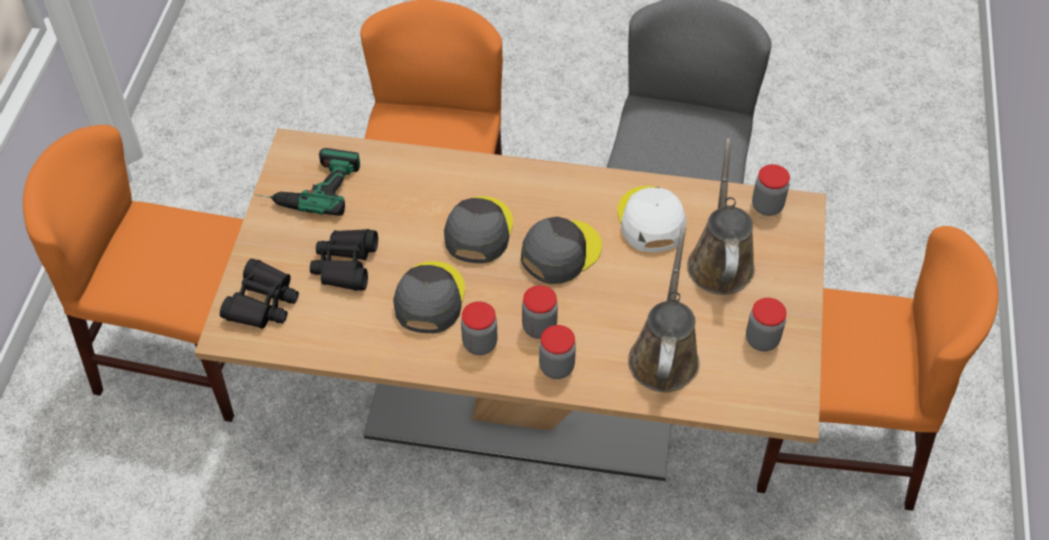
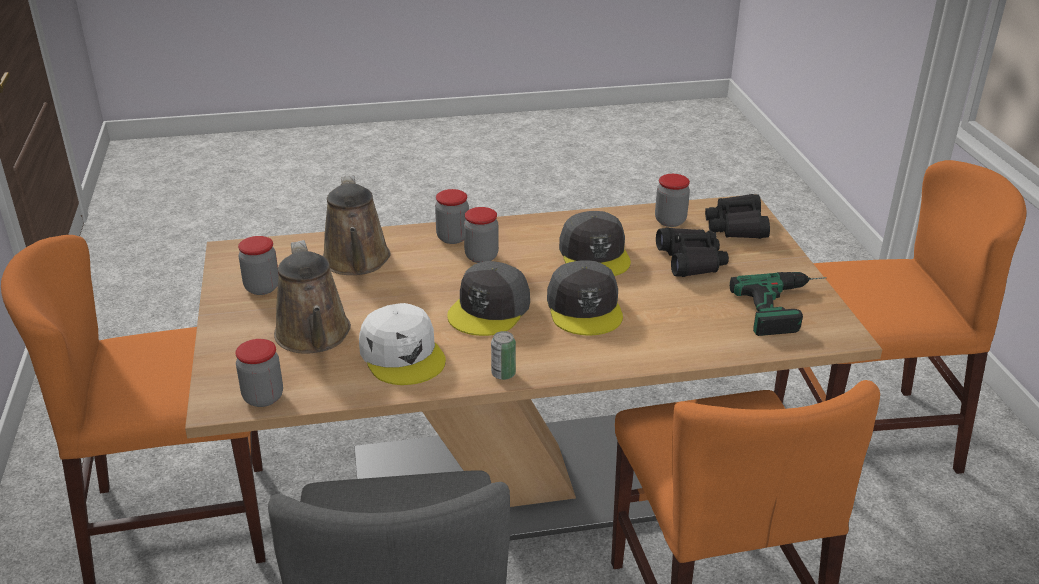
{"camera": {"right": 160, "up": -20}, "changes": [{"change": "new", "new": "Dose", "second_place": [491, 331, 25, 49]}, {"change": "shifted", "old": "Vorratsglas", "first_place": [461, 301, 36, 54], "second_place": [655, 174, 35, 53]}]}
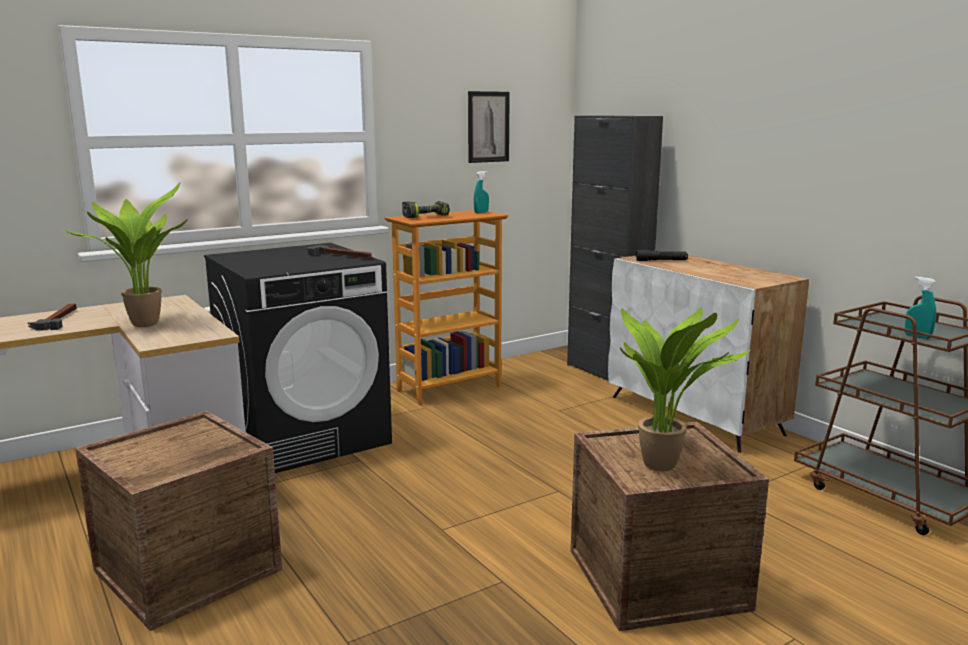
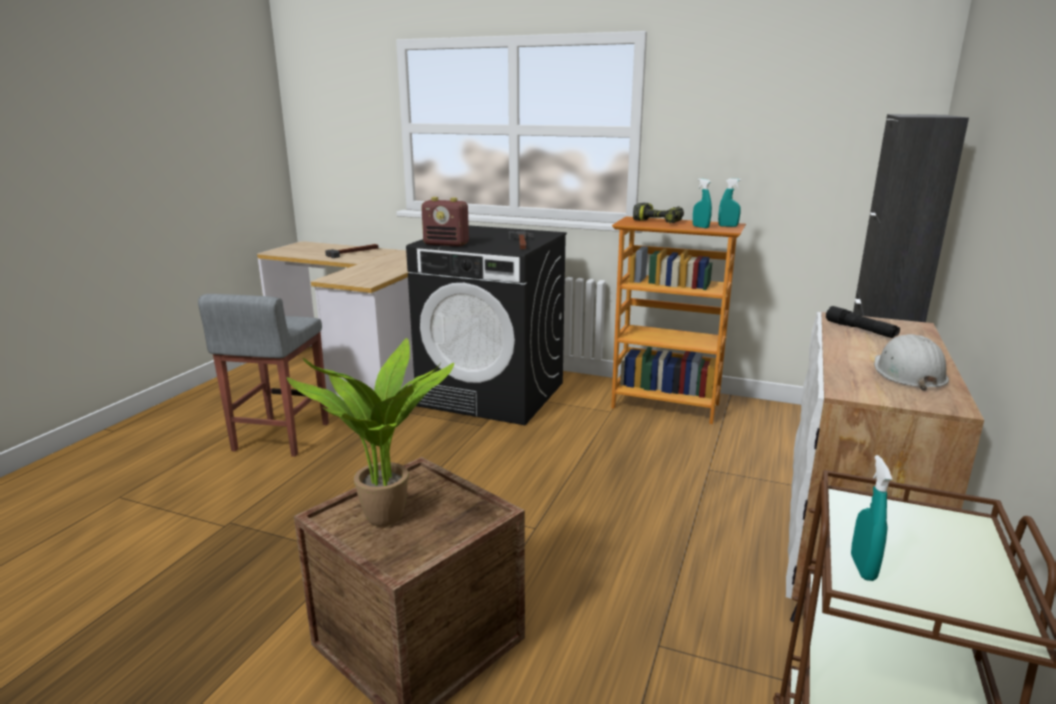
{"camera": {"right": 55, "up": 5}, "changes": [{"change": "gone", "old": "Topfpflanze", "first_place": [63, 182, 125, 145]}, {"change": "gone", "old": "Bild", "first_place": [468, 91, 42, 72]}, {"change": "new", "new": "Radio", "second_place": [421, 197, 48, 50]}, {"change": "new", "new": "Sprühflasche (türkis)", "second_place": [693, 179, 19, 49]}, {"change": "new", "new": "Schutzhelm (weiß)", "second_place": [874, 334, 75, 57]}, {"change": "swapped", "old": "Kiste", "new": "Hocker (grau)", "first_place": [75, 411, 207, 220], "second_place": [198, 294, 131, 163]}]}
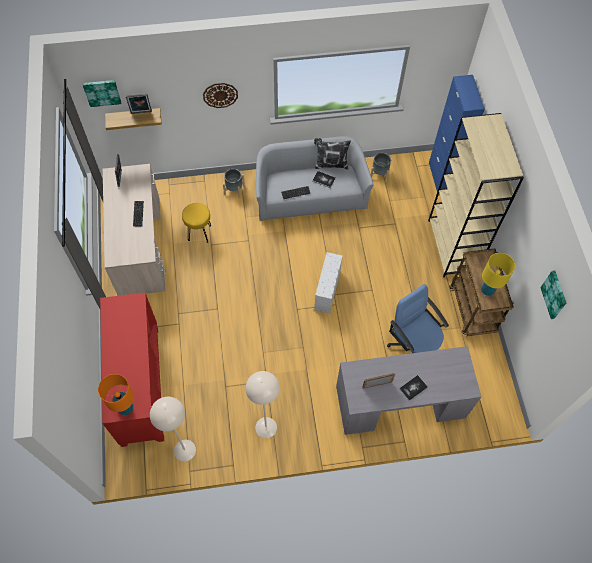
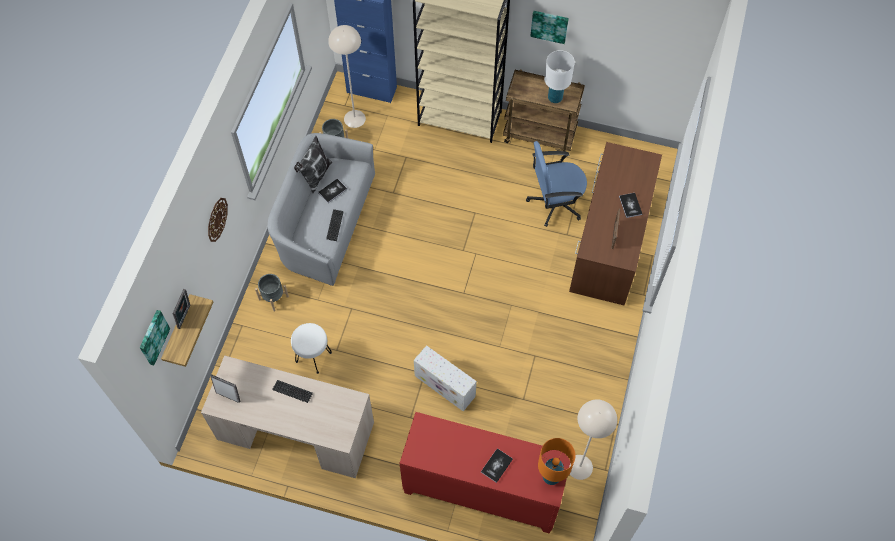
{"camera": {"right": -65, "up": 0}, "changes": [{"change": "new", "new": "Buch", "second_place": [481, 448, 32, 35]}, {"change": "shifted", "old": "Stehlampe (beige)", "first_place": [245, 371, 35, 67], "second_place": [328, 25, 38, 103]}, {"change": "shifted", "old": "Aufbewahrungsbox (weiß)", "first_place": [314, 252, 29, 62], "second_place": [414, 345, 63, 66]}, {"change": "shifted", "old": "Bild", "first_place": [540, 271, 26, 48], "second_place": [530, 11, 39, 33]}, {"change": "repainted", "old": "Hocker (gelb)", "new": "Hocker (weiß)", "first_place": [182, 203, 29, 40], "second_place": [291, 323, 41, 51]}, {"change": "repainted", "old": "Schreibtisch (grau)", "new": "Schreibtisch (braun)", "first_place": [336, 346, 145, 89], "second_place": [569, 142, 93, 163]}, {"change": "repainted", "old": "Tischlampe (gelb)", "new": "Tischlampe (weiß)", "first_place": [481, 253, 34, 43], "second_place": [544, 50, 31, 53]}]}
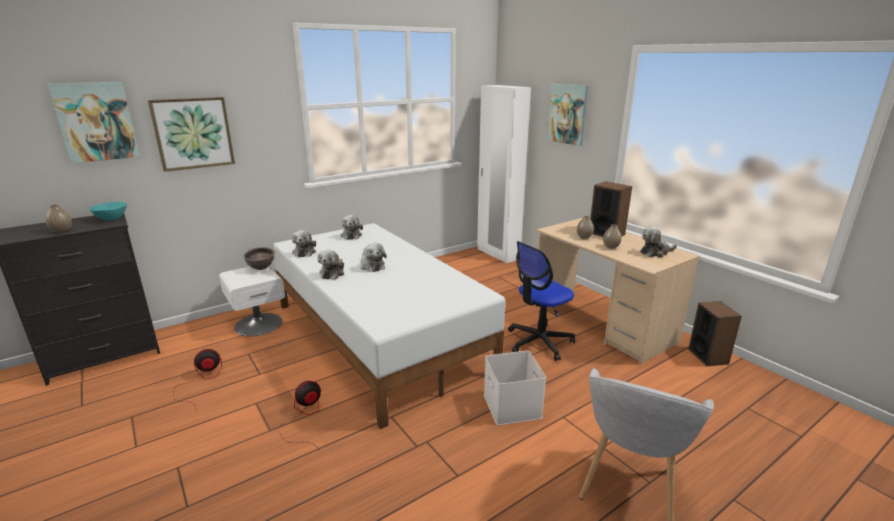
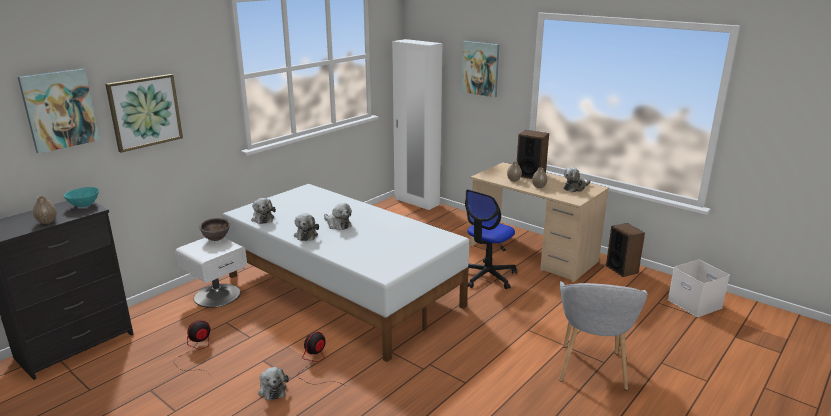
{"camera": {"right": -15, "up": 0}, "changes": [{"change": "shifted", "old": "Plüschtier", "first_place": [340, 215, 23, 25], "second_place": [258, 367, 31, 34]}, {"change": "shifted", "old": "Aufbewahrungsbox (weiß)", "first_place": [484, 351, 62, 74], "second_place": [668, 260, 62, 57]}]}
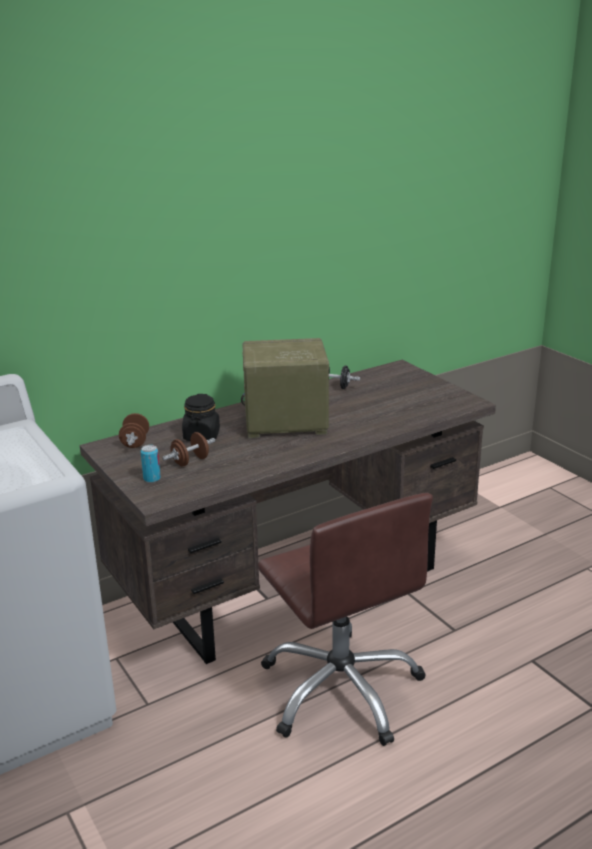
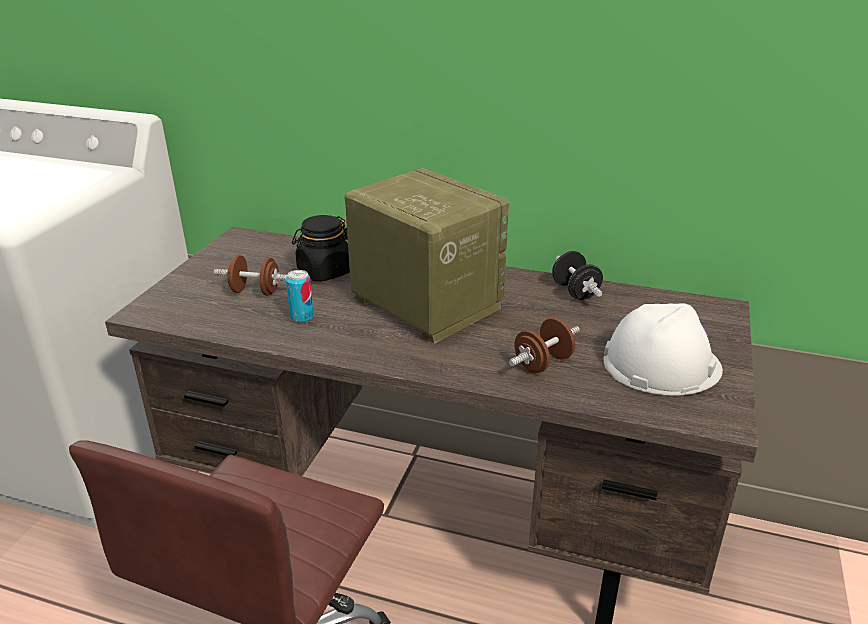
{"camera": {"right": 50, "up": 5}, "changes": [{"change": "new", "new": "Schutzhelm (weiß)", "second_place": [604, 304, 119, 92]}, {"change": "shifted", "old": "Hantel (braun)", "first_place": [119, 413, 30, 35], "second_place": [509, 318, 71, 55]}, {"change": "shifted", "old": "Dose", "first_place": [141, 445, 20, 38], "second_place": [286, 270, 28, 52]}]}
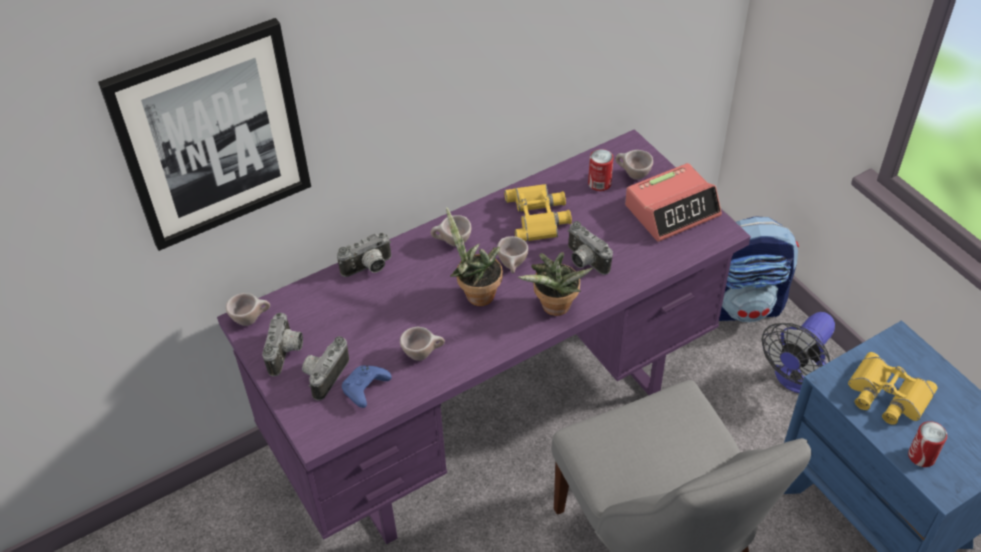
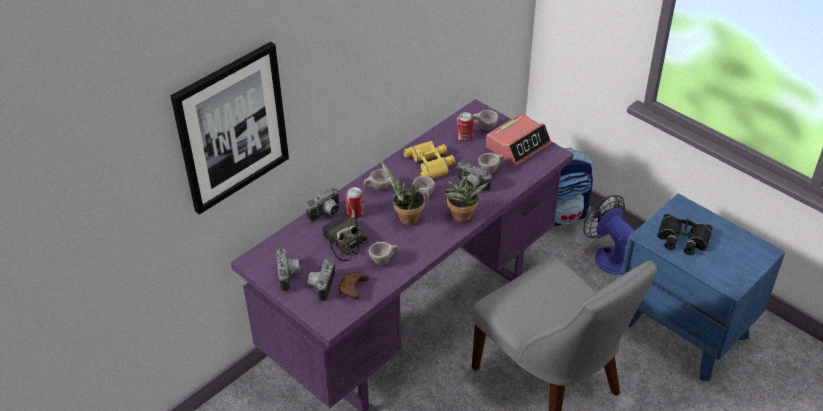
{"camera": {"right": -15, "up": -5}, "changes": [{"change": "new", "new": "Radio", "second_place": [322, 214, 46, 48]}, {"change": "shifted", "old": "Tasse (beige)", "first_place": [226, 293, 44, 33], "second_place": [478, 153, 26, 21]}, {"change": "shifted", "old": "Dose", "first_place": [908, 421, 39, 46], "second_place": [345, 187, 19, 31]}, {"change": "repainted", "old": "Gamepad (blau)", "new": "Gamepad (braun)", "first_place": [342, 366, 50, 42], "second_place": [338, 273, 31, 27]}, {"change": "repainted", "old": "Fernglas (gelb)", "new": "Fernglas (schwarz)", "first_place": [848, 352, 89, 73], "second_place": [657, 214, 55, 41]}, {"change": "rotated", "old": "Ventilator", "first_place": [762, 312, 73, 81], "second_place": [584, 195, 51, 80], "degrees": 120}]}
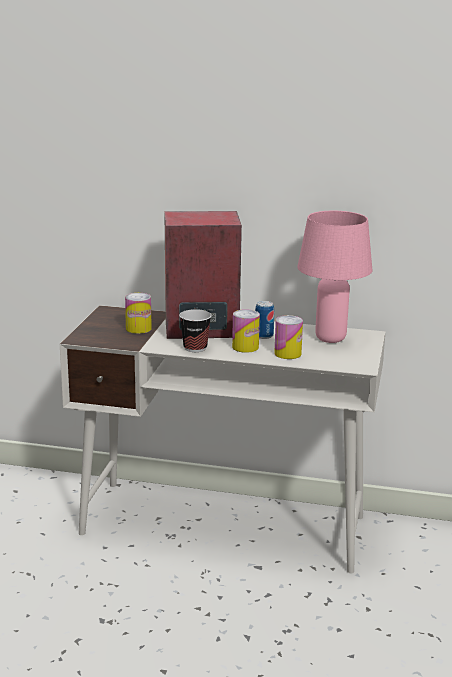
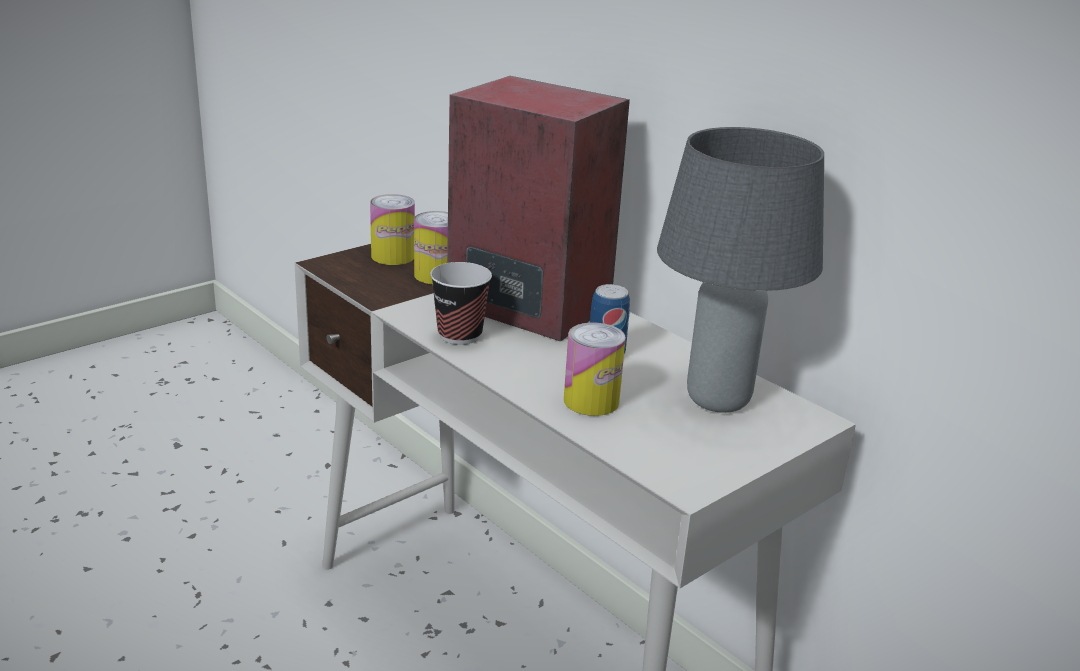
{"camera": {"right": 35, "up": 5}, "changes": [{"change": "shifted", "old": "Dose", "first_place": [232, 309, 28, 44], "second_place": [370, 194, 45, 71]}, {"change": "repainted", "old": "Tischlampe (rosa)", "new": "Tischlampe (grau)", "first_place": [297, 211, 76, 132], "second_place": [657, 127, 167, 286]}]}
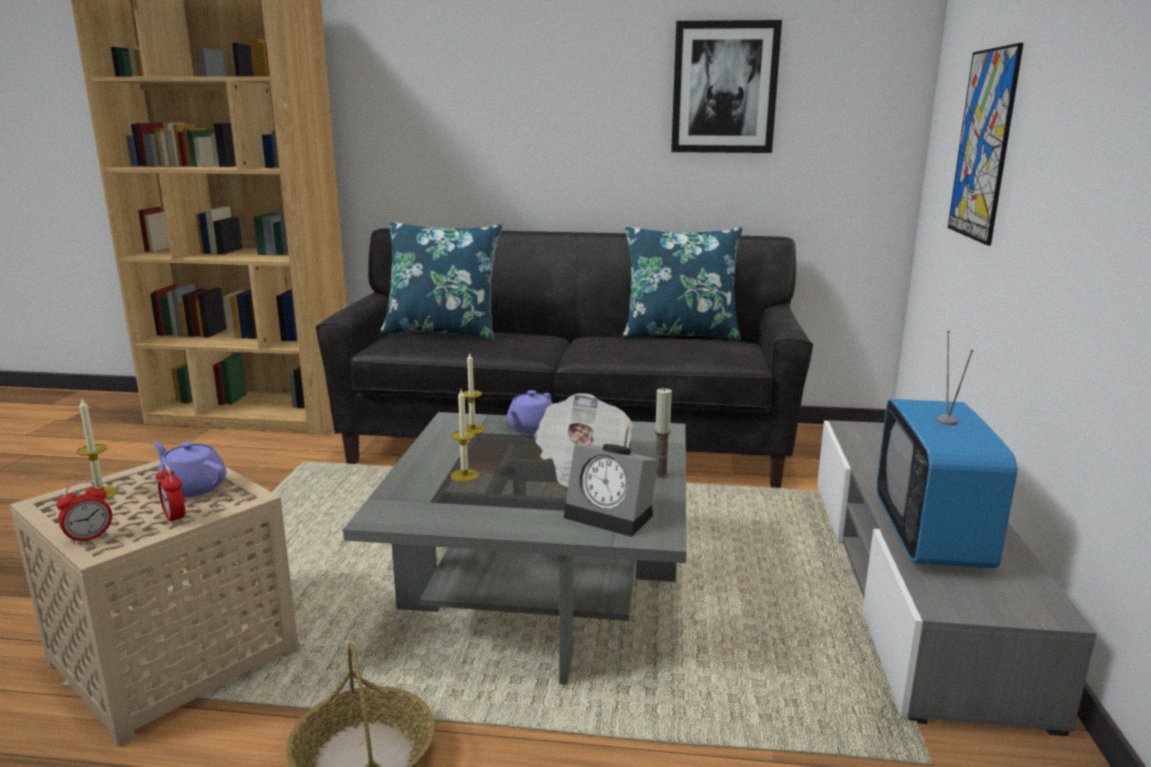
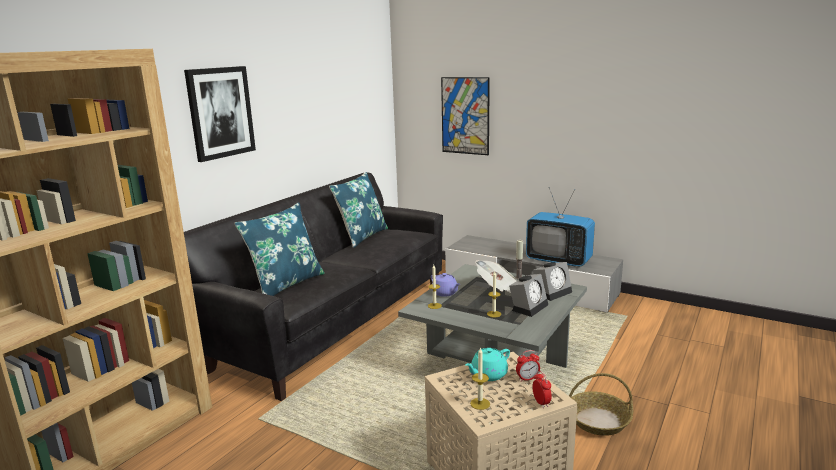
{"camera": {"right": -65, "up": 0}, "changes": [{"change": "new", "new": "Wecker", "second_place": [509, 274, 39, 43]}, {"change": "shifted", "old": "Bild", "first_place": [671, 20, 111, 133], "second_place": [184, 66, 72, 96]}, {"change": "repainted", "old": "Teekanne (lila)", "new": "Teekanne (türkis)", "first_place": [153, 441, 73, 57], "second_place": [465, 348, 45, 33]}]}
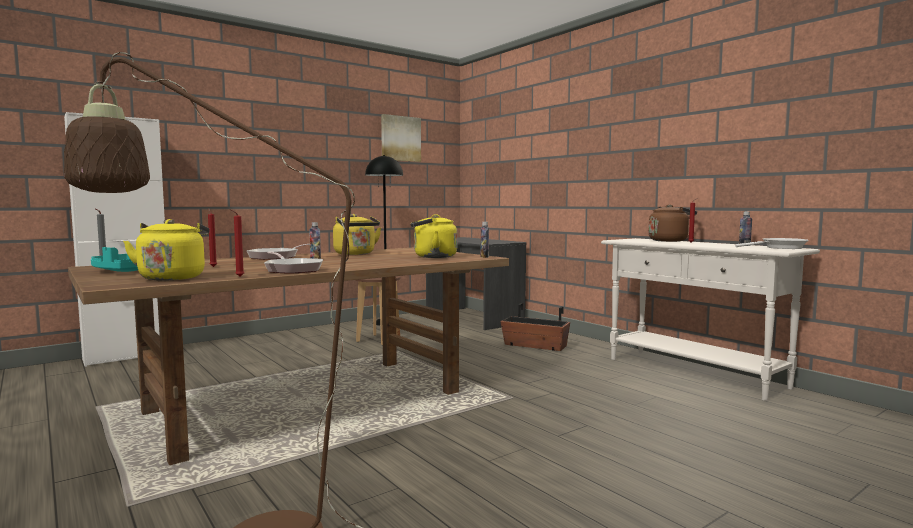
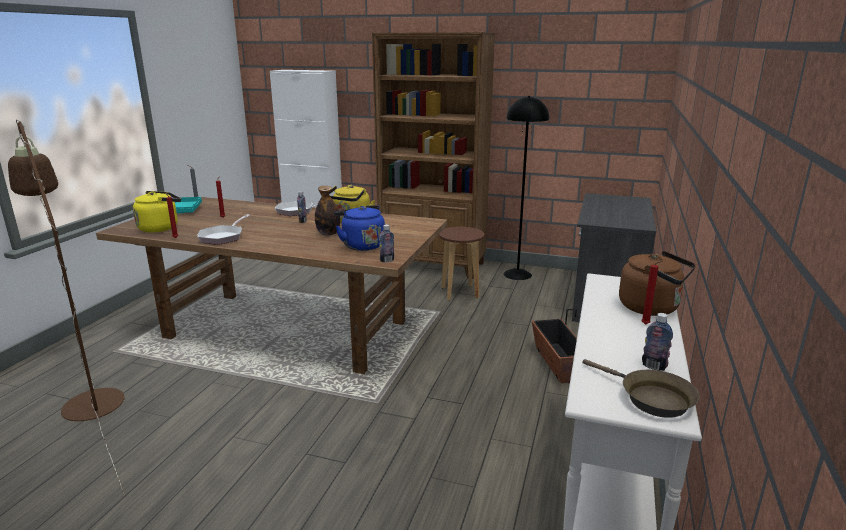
{"camera": {"right": 55, "up": 15}, "changes": [{"change": "gone", "old": "Bild", "first_place": [381, 114, 40, 48]}, {"change": "new", "new": "Flasche", "second_place": [315, 186, 25, 49]}, {"change": "new", "new": "Bücherregal (braun)", "second_place": [372, 32, 123, 247]}, {"change": "repainted", "old": "Wasserkessel (gelb)", "new": "Wasserkessel (blau)", "first_place": [410, 214, 47, 44], "second_place": [334, 205, 51, 46]}, {"change": "repainted", "old": "Pfanne (weiß)", "new": "Pfanne (braun)", "first_place": [735, 238, 74, 11], "second_place": [583, 359, 117, 59]}]}
